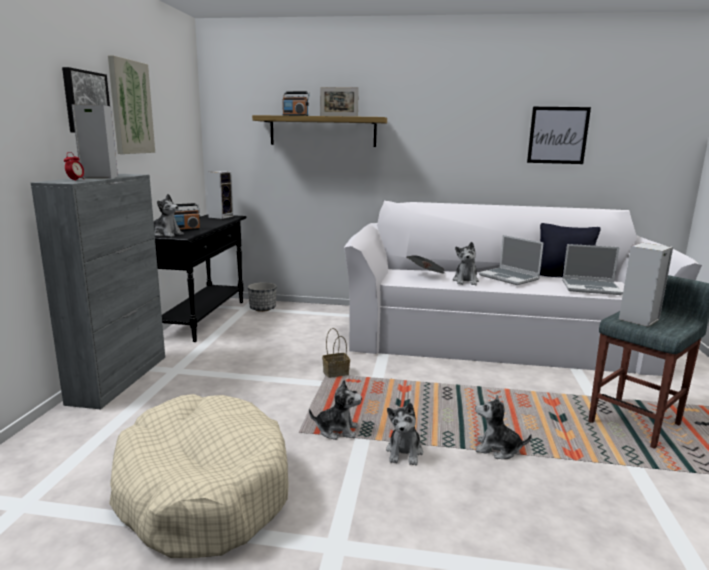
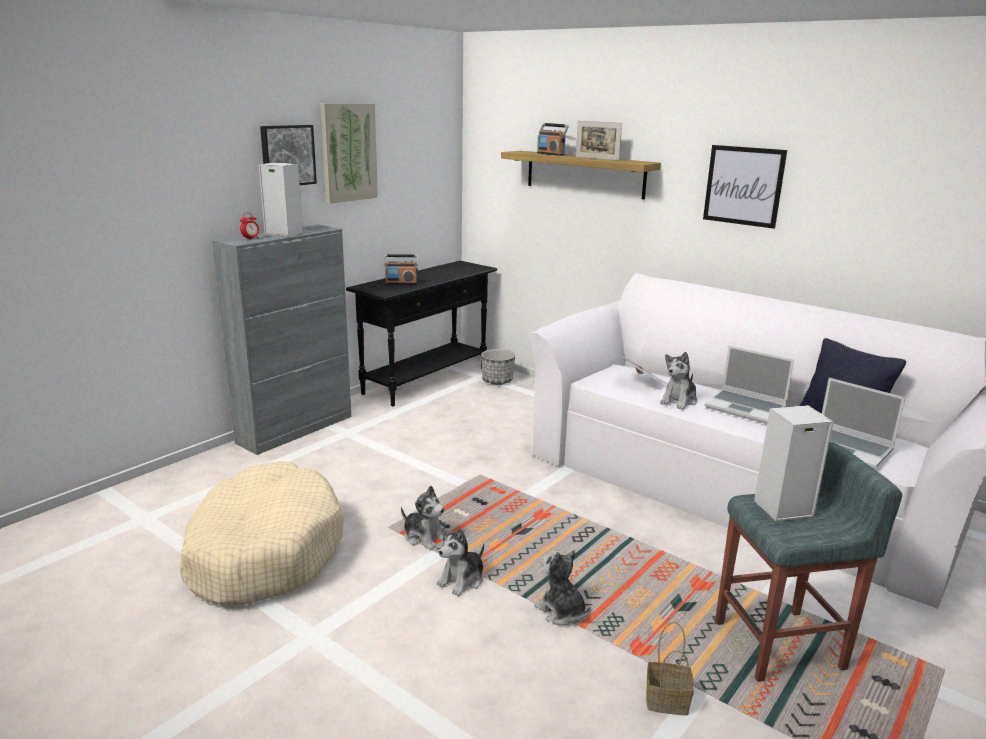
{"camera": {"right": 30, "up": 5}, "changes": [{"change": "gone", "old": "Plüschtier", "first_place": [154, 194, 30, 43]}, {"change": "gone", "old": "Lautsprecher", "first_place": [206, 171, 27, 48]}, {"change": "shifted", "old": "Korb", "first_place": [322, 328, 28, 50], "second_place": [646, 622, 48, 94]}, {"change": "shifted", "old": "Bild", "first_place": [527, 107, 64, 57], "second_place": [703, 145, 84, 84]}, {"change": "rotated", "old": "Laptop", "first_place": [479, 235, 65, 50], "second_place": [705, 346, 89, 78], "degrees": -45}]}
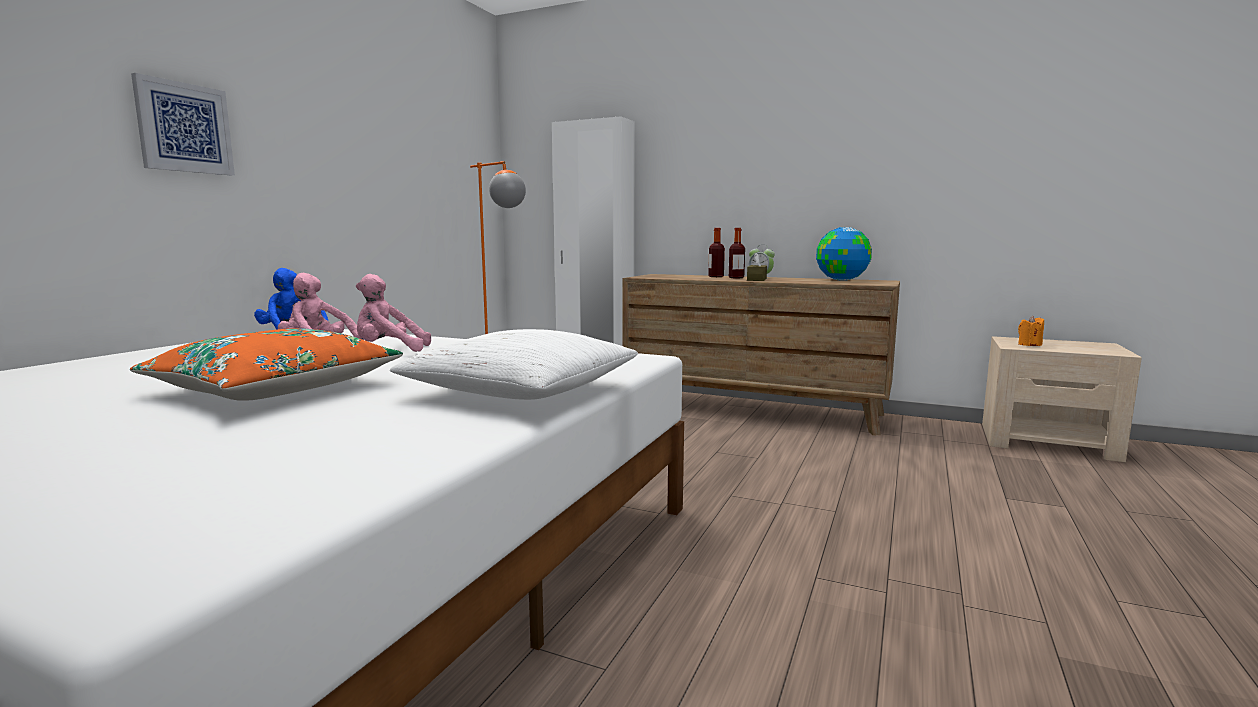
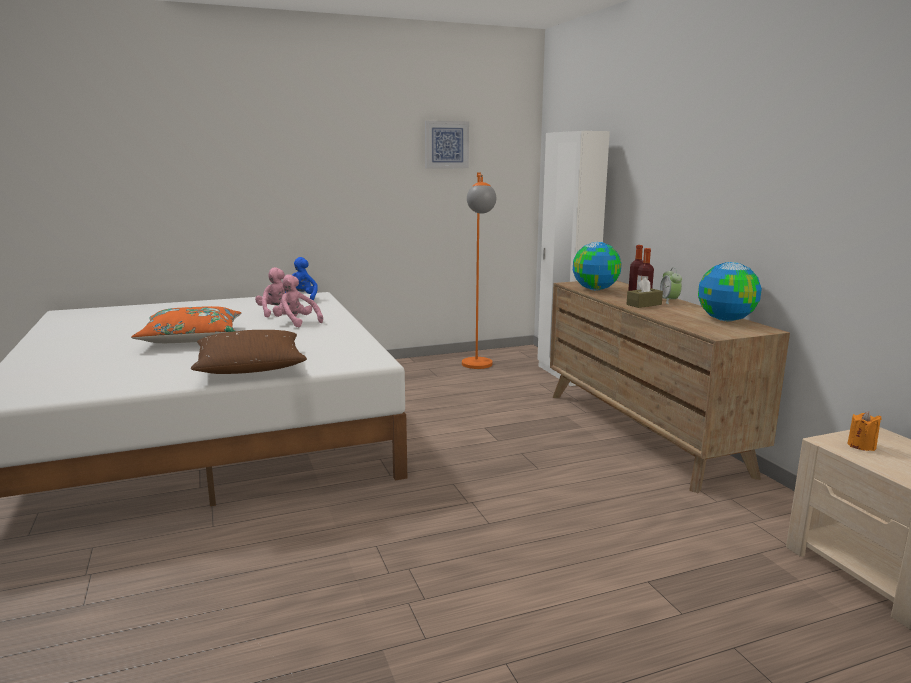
{"camera": {"right": 45, "up": 5}, "changes": [{"change": "new", "new": "Globus", "second_place": [573, 242, 49, 48]}, {"change": "shifted", "old": "Bild", "first_place": [131, 73, 104, 102], "second_place": [425, 121, 44, 48]}, {"change": "repainted", "old": "Kissen (weiß)", "new": "Kissen (braun)", "first_place": [390, 329, 248, 71], "second_place": [191, 330, 116, 44]}]}
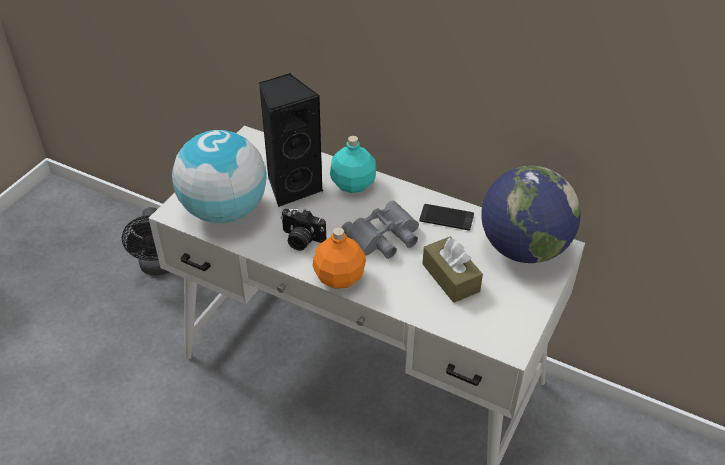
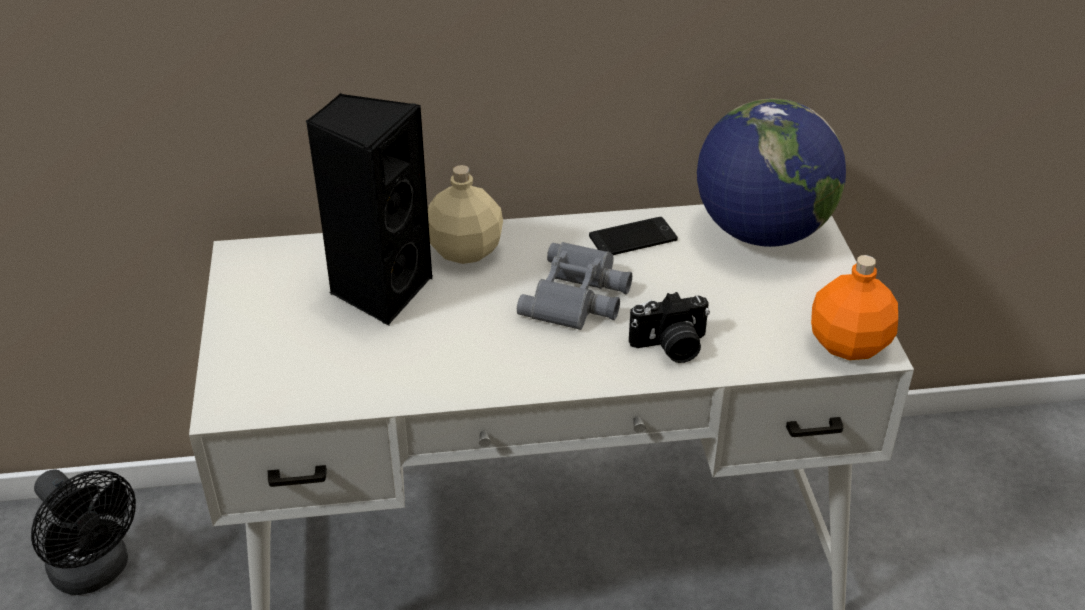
{"camera": {"right": -35, "up": -5}, "changes": [{"change": "gone", "old": "Globus", "first_place": [172, 130, 95, 93]}, {"change": "gone", "old": "Taschentuchbox (braun)", "first_place": [422, 237, 61, 66]}, {"change": "shifted", "old": "Kamera", "first_place": [280, 208, 46, 43], "second_place": [629, 292, 81, 71]}, {"change": "shifted", "old": "Flasche (orange)", "first_place": [313, 227, 53, 62], "second_place": [811, 255, 87, 105]}, {"change": "repainted", "old": "Flasche (türkis)", "new": "Flasche (beige)", "first_place": [330, 136, 46, 57], "second_place": [428, 165, 75, 99]}]}
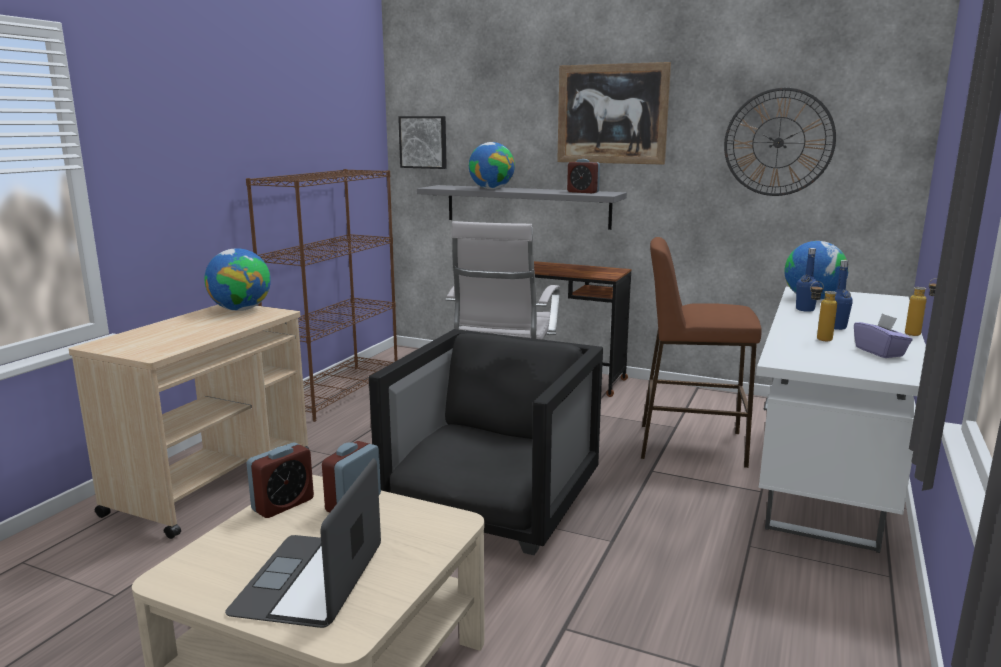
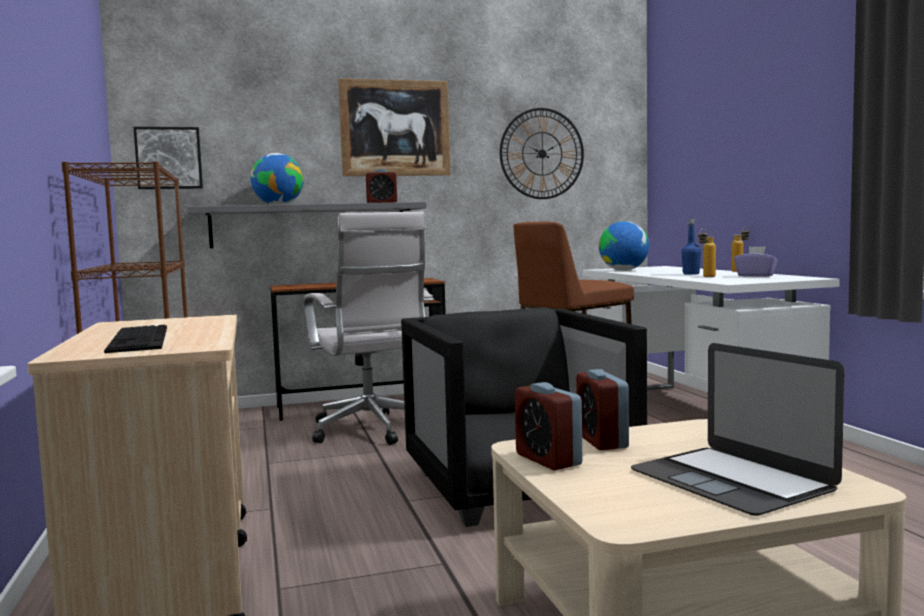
{"camera": {"right": -40, "up": -10}, "changes": [{"change": "gone", "old": "Globus", "first_place": [204, 248, 67, 63]}, {"change": "gone", "old": "Flasche (blau)", "first_place": [796, 248, 24, 64]}, {"change": "new", "new": "Tastatur", "second_place": [104, 325, 63, 28]}, {"change": "rotated", "old": "Wecker", "first_place": [247, 443, 67, 75], "second_place": [515, 382, 67, 88], "degrees": 150}]}
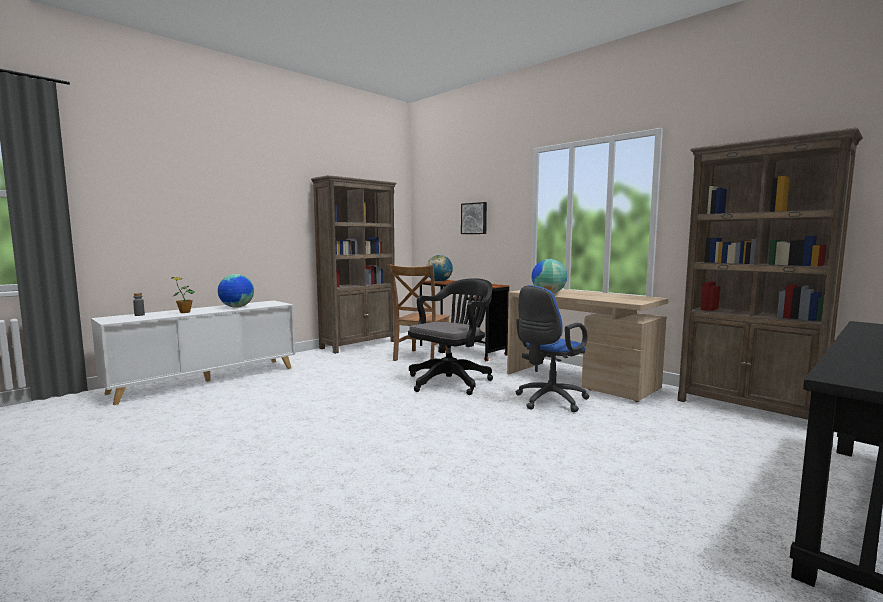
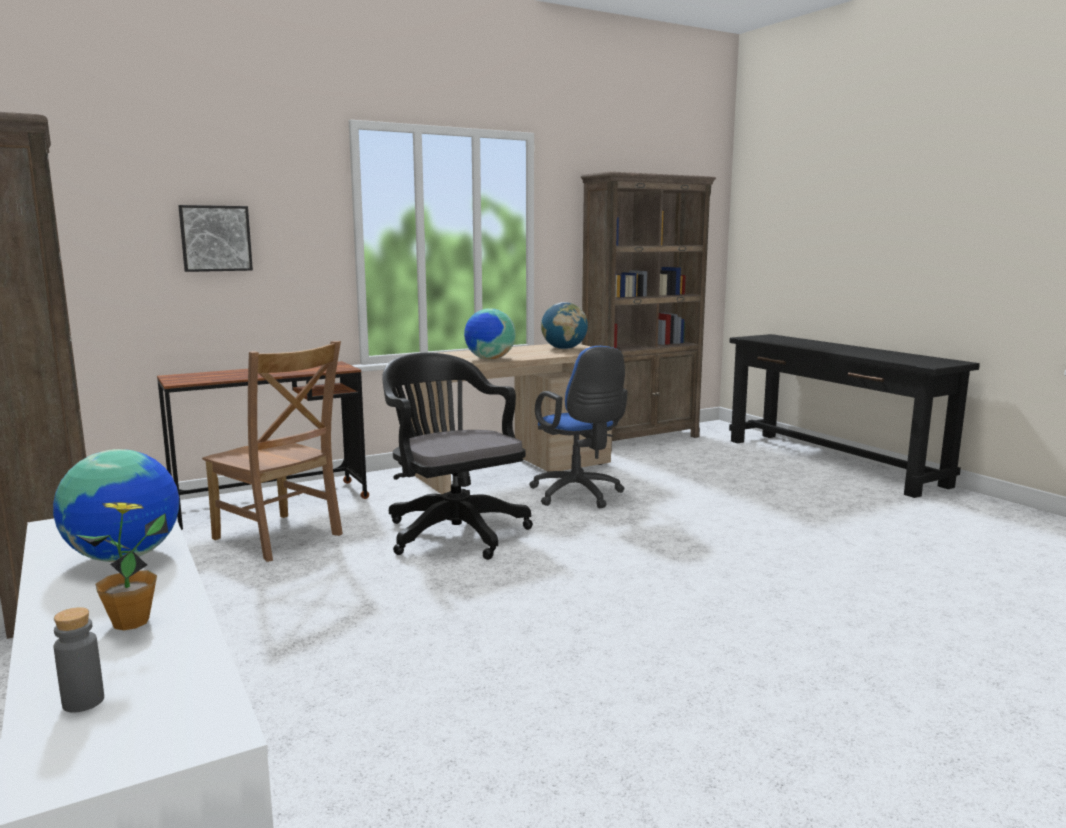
{"camera": {"right": -75, "up": 5}, "changes": [{"change": "shifted", "old": "Globus", "first_place": [426, 255, 27, 27], "second_place": [541, 302, 47, 47]}]}
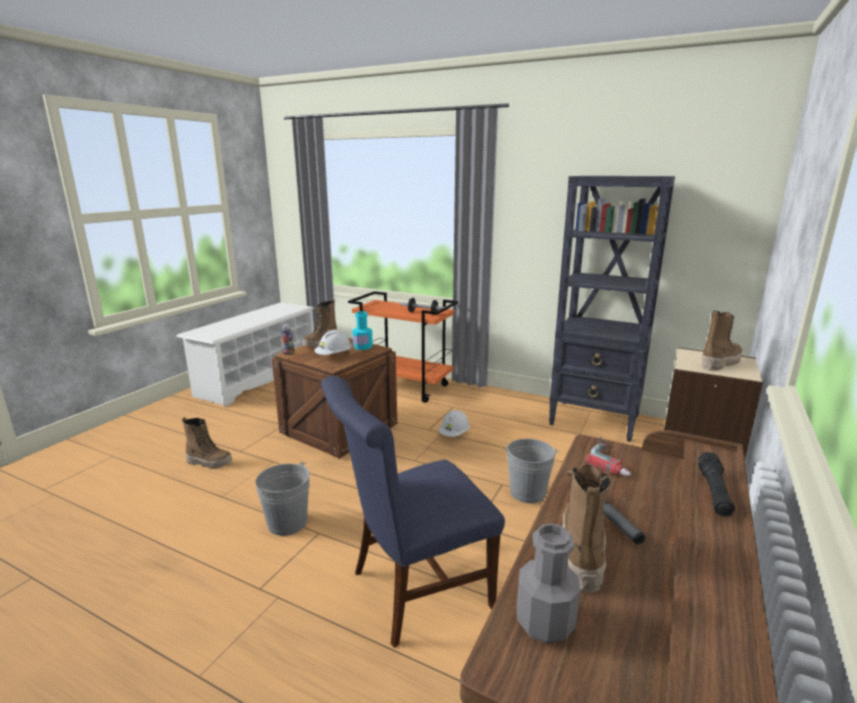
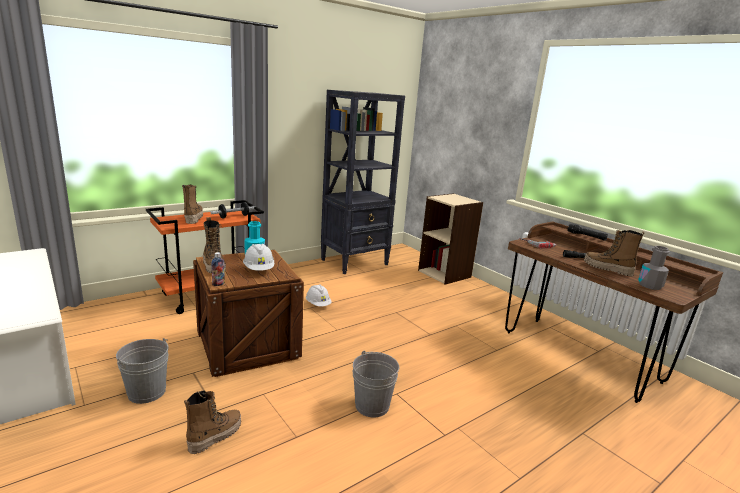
{"camera": {"right": -65, "up": 0}, "changes": [{"change": "gone", "old": "Stuhl (blau)", "first_place": [321, 376, 184, 272]}, {"change": "shifted", "old": "Eimer (grau)", "first_place": [504, 439, 55, 64], "second_place": [116, 338, 53, 66]}, {"change": "shifted", "old": "Stiefel", "first_place": [702, 310, 40, 60], "second_place": [182, 185, 21, 39]}]}
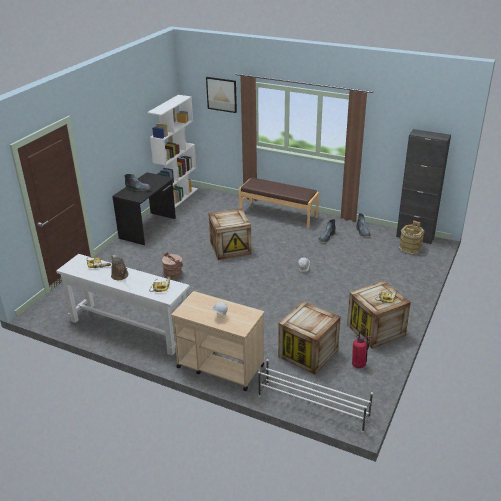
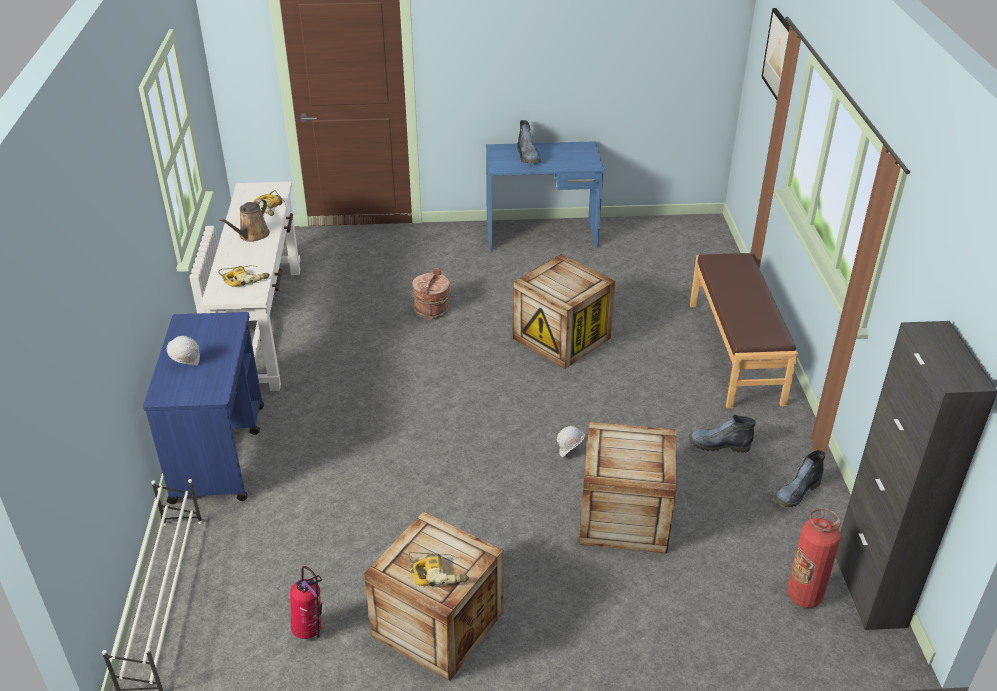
{"camera": {"right": 60, "up": 5}, "changes": [{"change": "gone", "old": "Bücherregal (weiß)", "first_place": [147, 95, 51, 113]}, {"change": "shifted", "old": "Kiste", "first_place": [278, 301, 63, 74], "second_place": [579, 422, 97, 131]}, {"change": "swapped", "old": "Eimer (braun)", "new": "Feuerlöscher", "first_place": [399, 221, 25, 34], "second_place": [787, 508, 54, 100]}, {"change": "repainted", "old": "Schreibtisch (schwarz)", "new": "Schreibtisch (blau)", "first_place": [112, 172, 64, 73], "second_place": [486, 141, 118, 110]}, {"change": "repainted", "old": "Rollwagen (beige)", "new": "Rollwagen (blau)", "first_place": [171, 291, 93, 100], "second_place": [143, 312, 121, 192]}]}
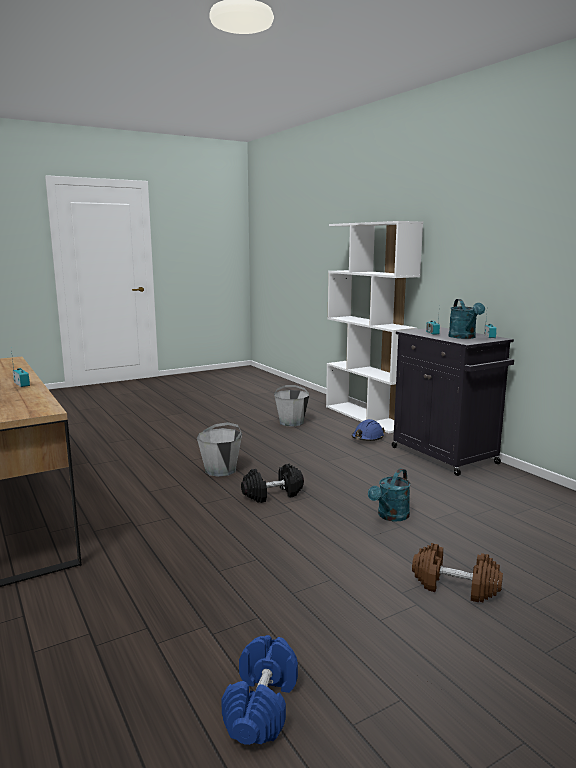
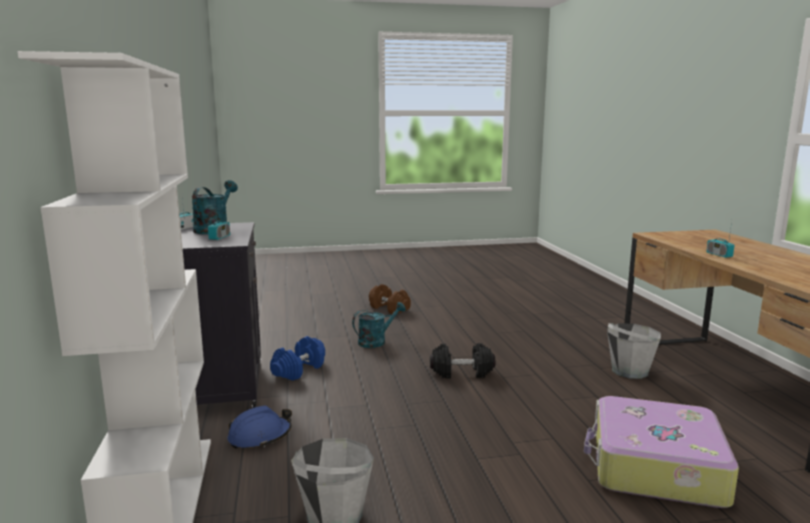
{"camera": {"right": -160, "up": 0}, "changes": [{"change": "new", "new": "Koffer", "second_place": [584, 396, 155, 112]}, {"change": "shifted", "old": "Eimer (grau)", "first_place": [197, 422, 45, 55], "second_place": [607, 323, 54, 56]}, {"change": "shifted", "old": "Hantel (blau)", "first_place": [221, 635, 77, 110], "second_place": [270, 336, 55, 45]}]}
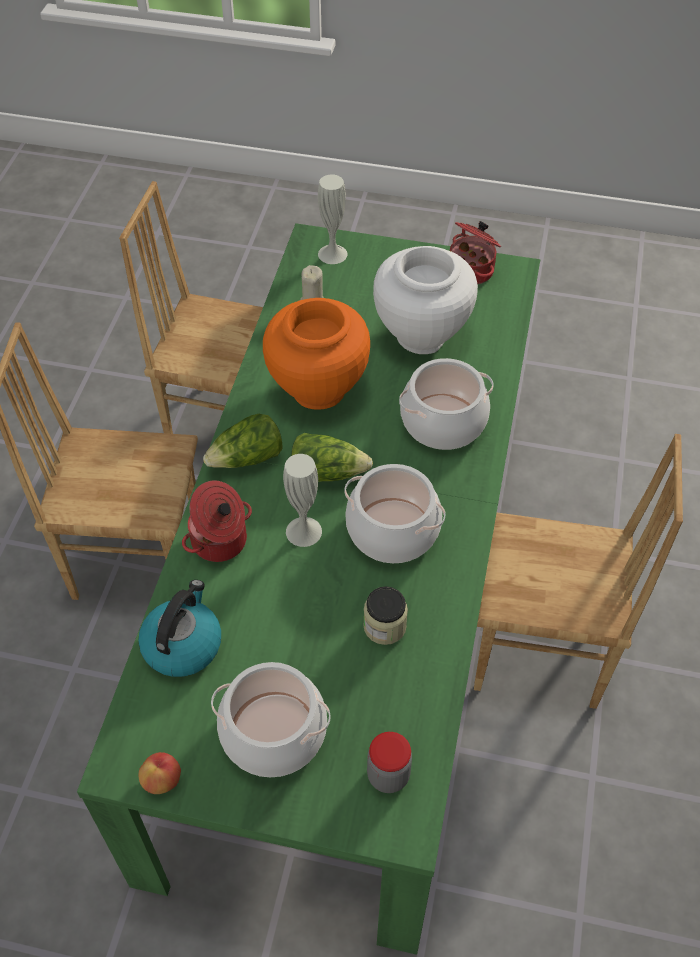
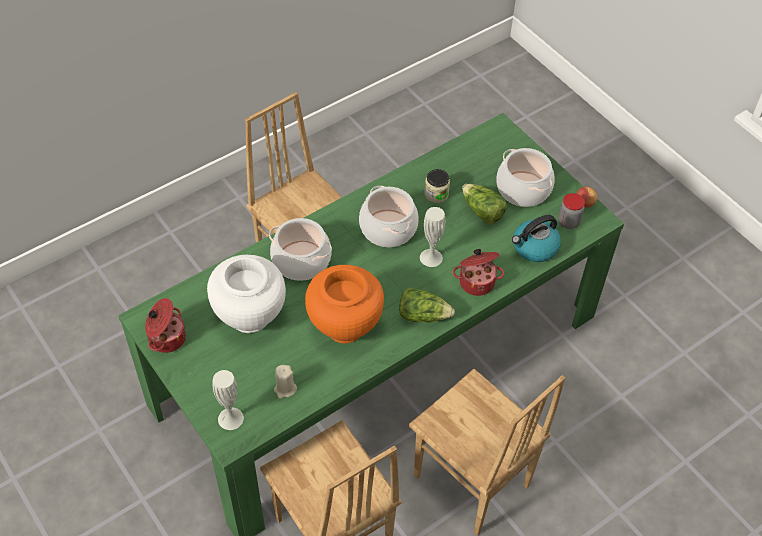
{"camera": {"right": -140, "up": 0}, "changes": [{"change": "shifted", "old": "Salatkopf", "first_place": [291, 433, 82, 49], "second_place": [462, 184, 45, 40]}, {"change": "shifted", "old": "Vorratsglas", "first_place": [367, 732, 45, 61], "second_place": [558, 193, 27, 36]}]}
